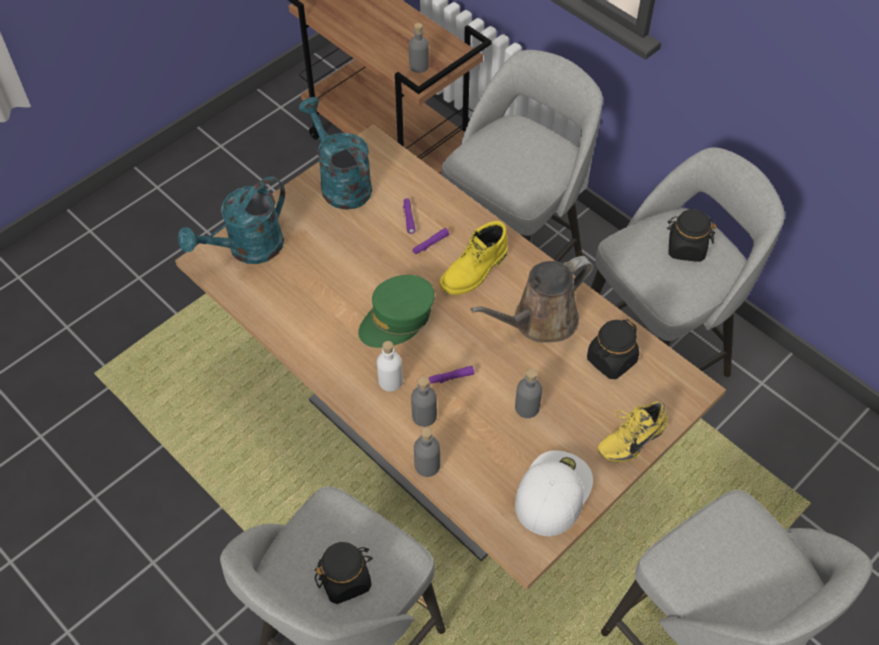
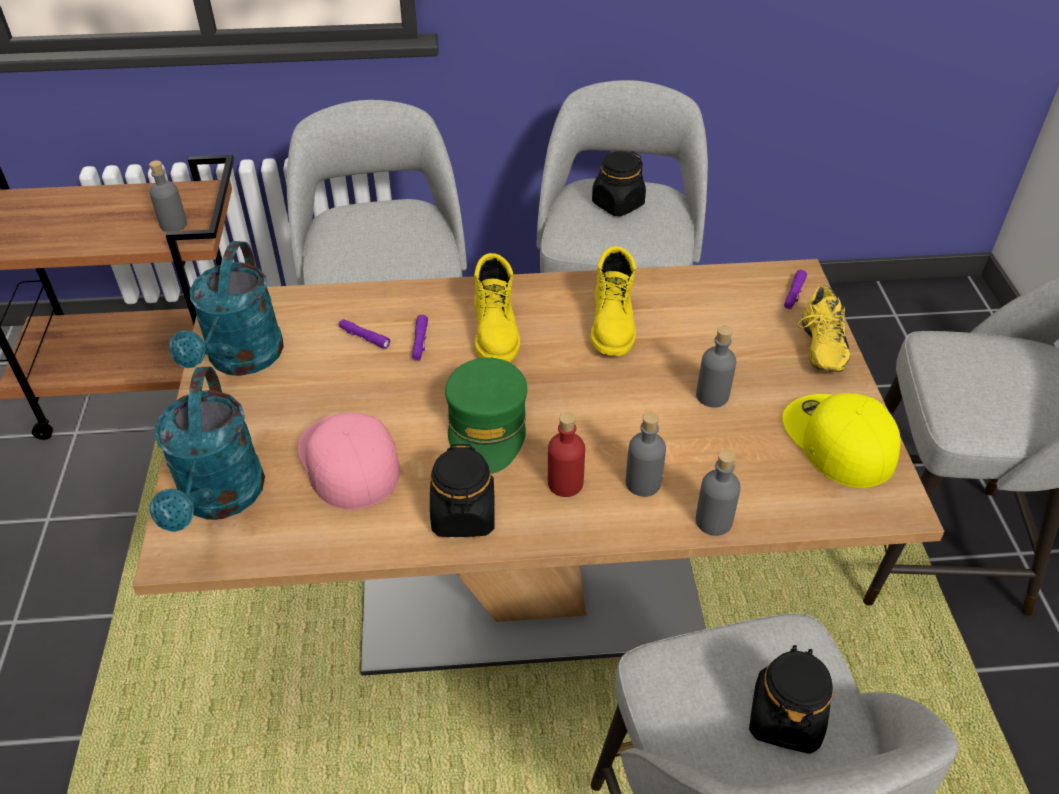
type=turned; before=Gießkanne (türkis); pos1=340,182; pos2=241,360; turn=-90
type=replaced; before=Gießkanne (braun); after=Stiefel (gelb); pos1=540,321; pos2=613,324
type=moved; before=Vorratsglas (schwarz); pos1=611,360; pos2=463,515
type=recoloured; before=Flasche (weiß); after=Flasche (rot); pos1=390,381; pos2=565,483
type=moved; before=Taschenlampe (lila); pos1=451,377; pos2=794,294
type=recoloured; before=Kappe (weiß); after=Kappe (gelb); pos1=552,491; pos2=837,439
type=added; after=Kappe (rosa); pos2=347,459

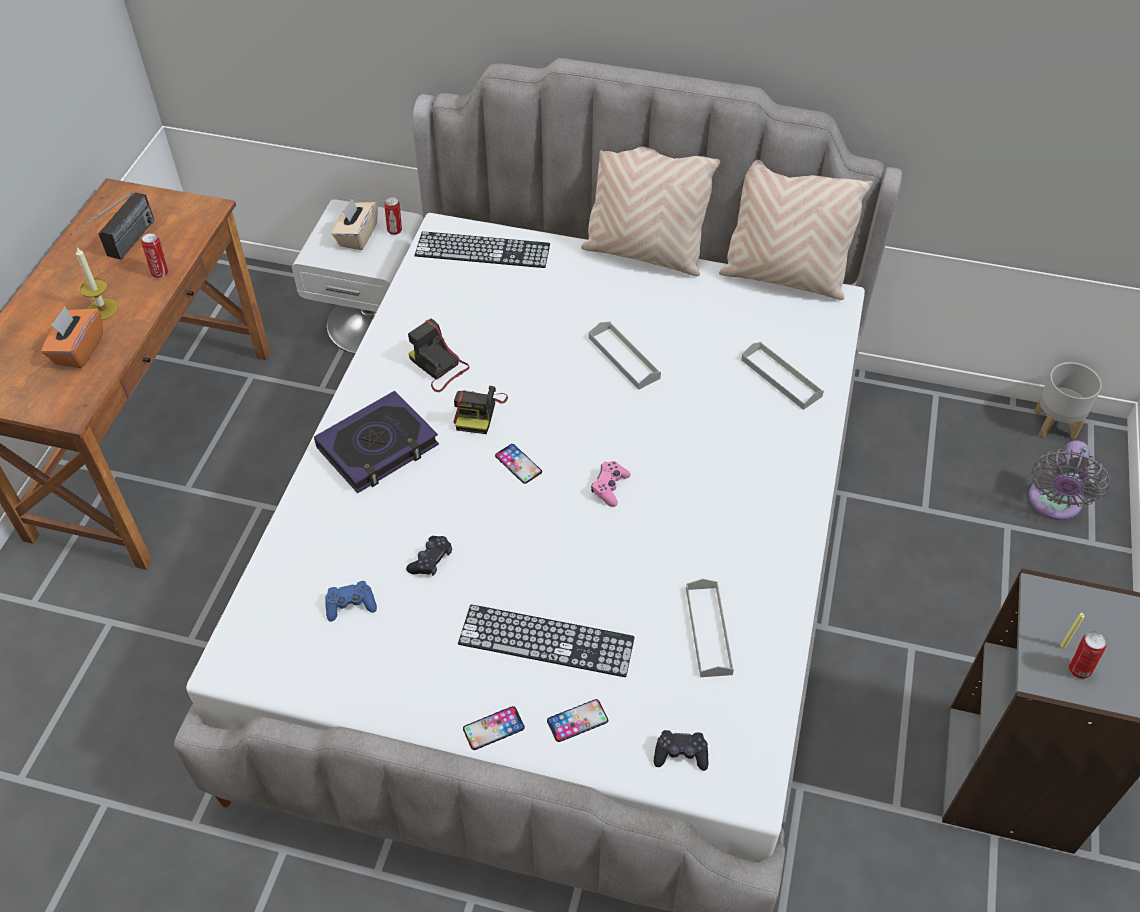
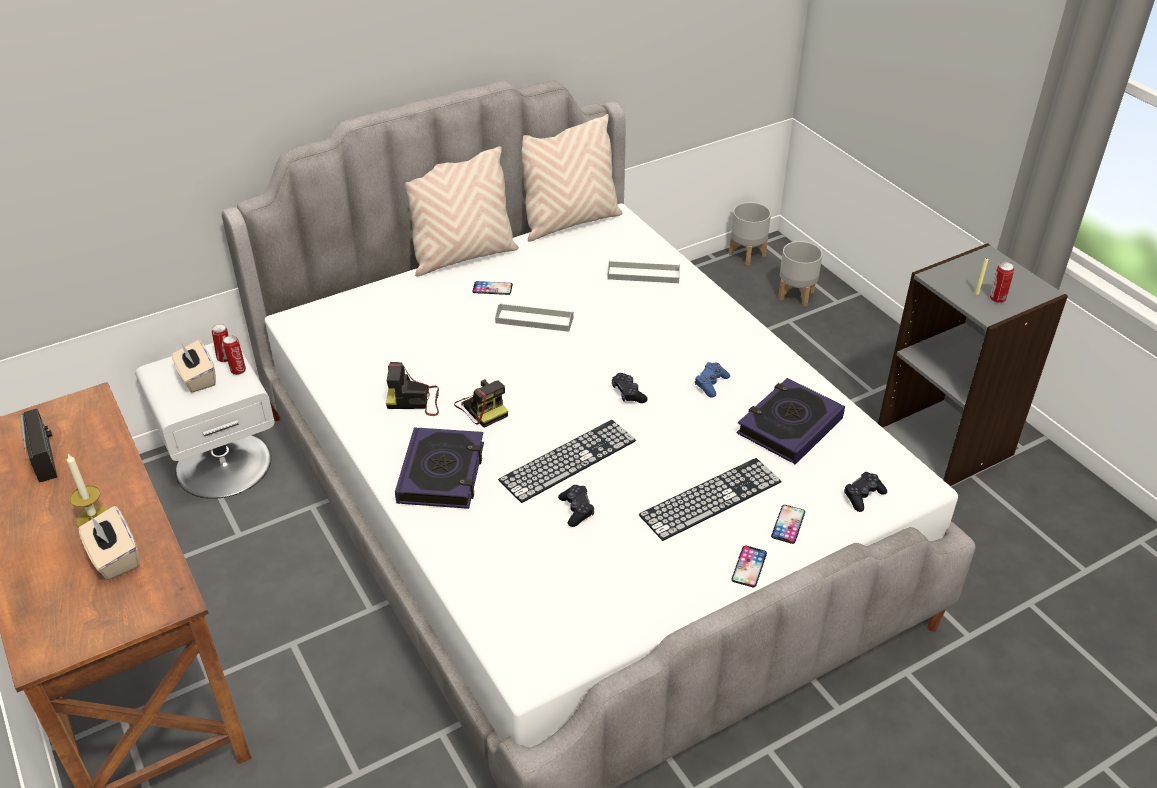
type=moved; before=Tastatur; pos1=482,250; pos2=568,460
type=moved; before=Dose; pos1=160,272; pos2=238,370
type=recoloured; before=Taschentuchbox (orange); after=Taschentuchbox (beige); pos1=78,350; pos2=114,558
type=replaced; before=Ventilator (grau); after=Pflanzkübel (grau); pos1=1053,504; pos2=796,295
type=moved; before=Handy; pos1=518,464; pos2=492,288
type=recoloured; before=Gamepad (rosa); after=Gamepad (schwarz); pos1=610,487; pos2=628,393
type=replaced; before=Tablett (grau); after=Buch; pos1=708,631; pos2=789,426
type=moved; before=Gamepad (blau); pos1=350,605; pos2=711,384

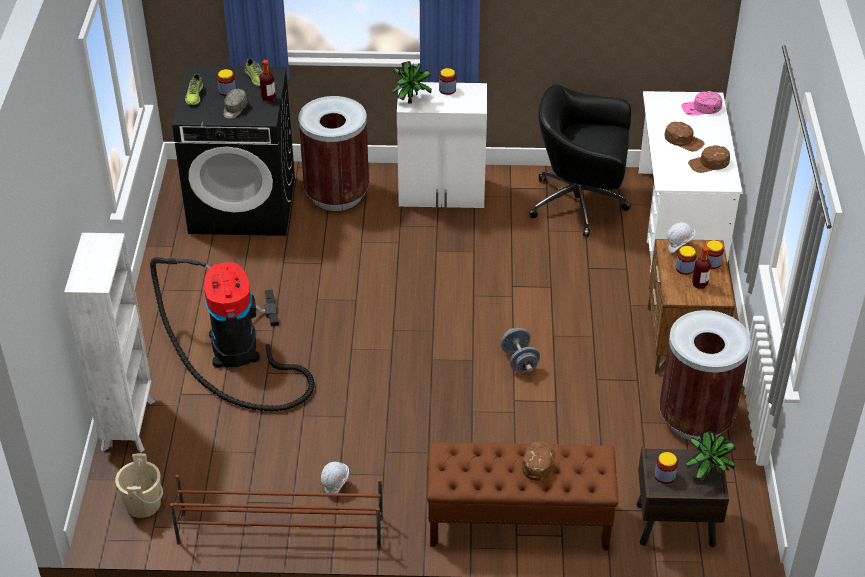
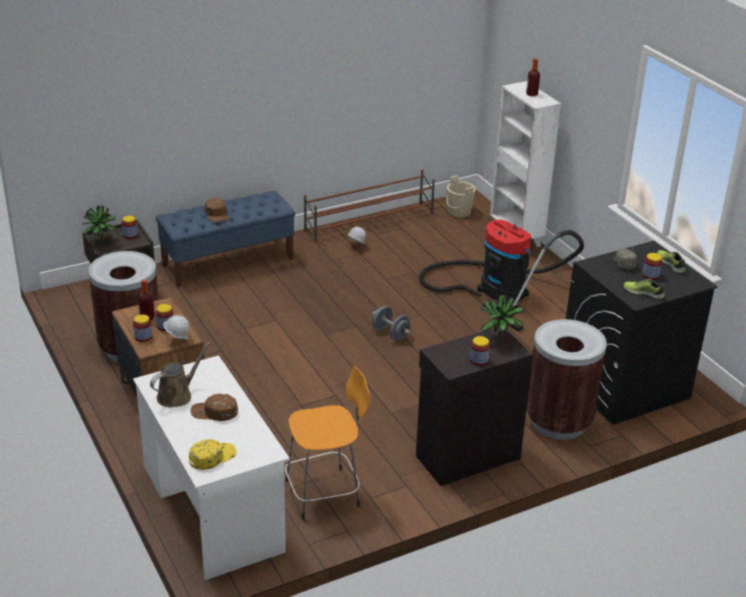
type=moved; before=Flasche; pos1=268,98; pos2=531,94
type=recoloured; before=Schrank (weiß); after=Schrank (schwarz); pos1=442,193; pos2=466,456
type=replaced; before=Bürostuhl (schwarz); after=Hocker (orange); pos1=580,204; pos2=325,493
type=recoloured; before=Kappe (rosa); after=Kappe (gelb); pos1=701,108; pos2=212,456
type=replaced; before=Kappe (braun); after=Gießkanne (braun); pos1=709,164; pos2=177,395
type=moved; before=Hantel (grau); pos1=519,361; pos2=390,333
type=recoloured; before=Bank (braun); after=Bank (blau); pos1=518,522; pos2=228,262

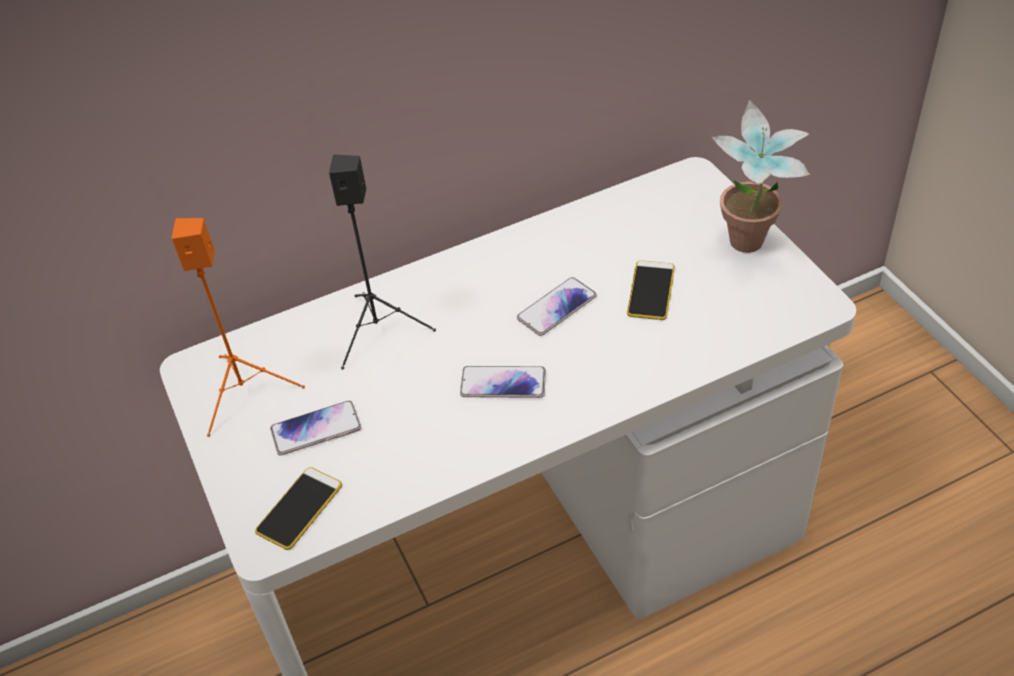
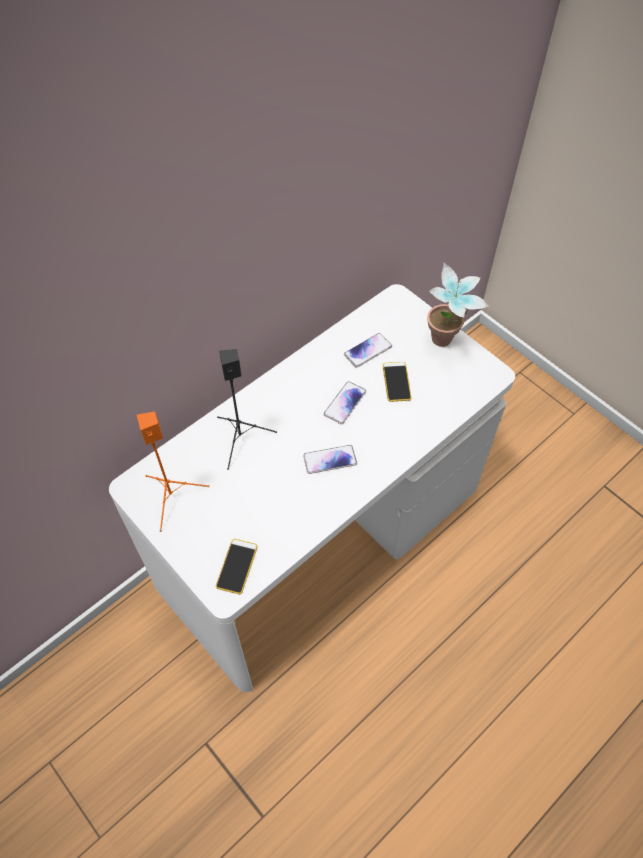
type=moved; before=Handy; pos1=316,429; pos2=368,351

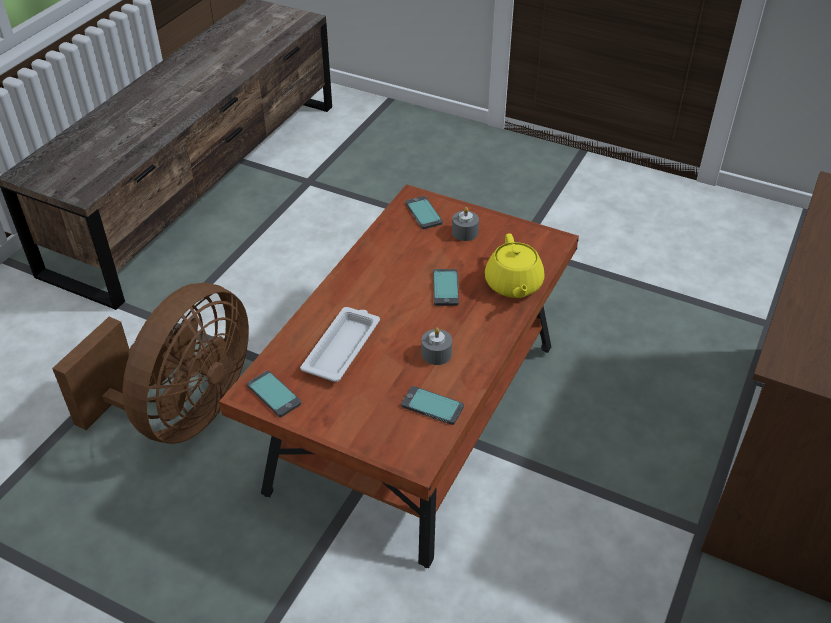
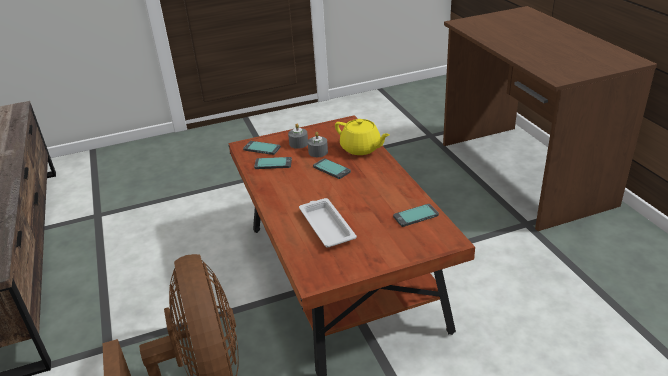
type=moved; before=Kerze (grau); pos1=436,354; pos2=318,152
type=moved; before=Handy; pos1=274,394; pos2=273,164

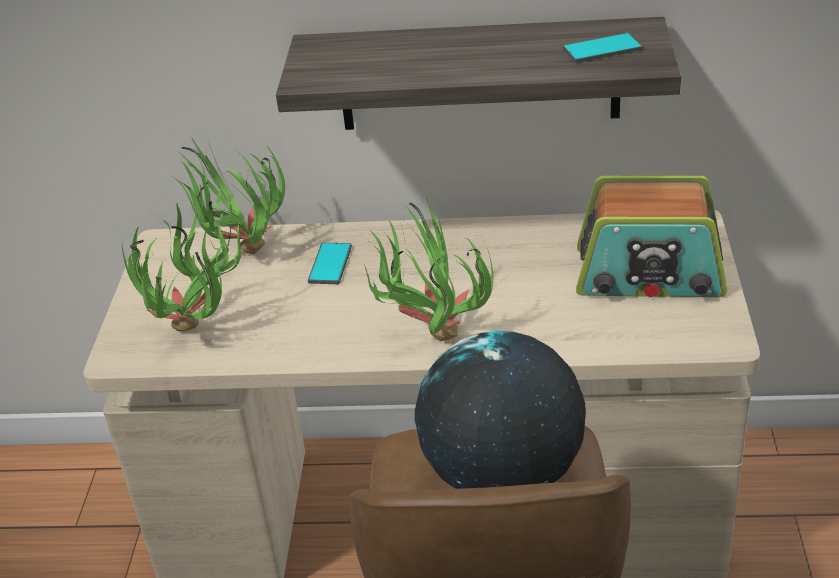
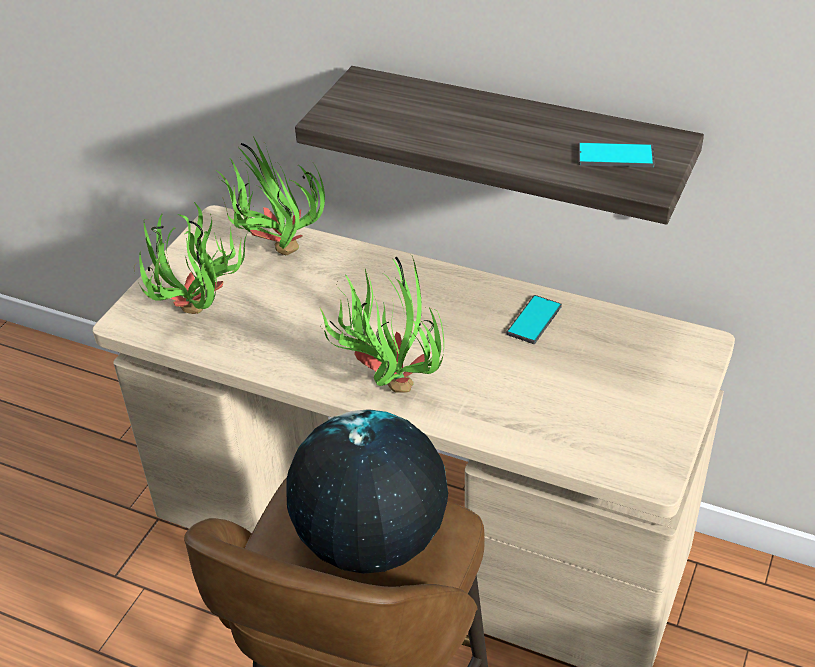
type=removed; before=Radio; pos1=649,274
type=moved; before=Handy; pos1=330,264; pos2=534,320

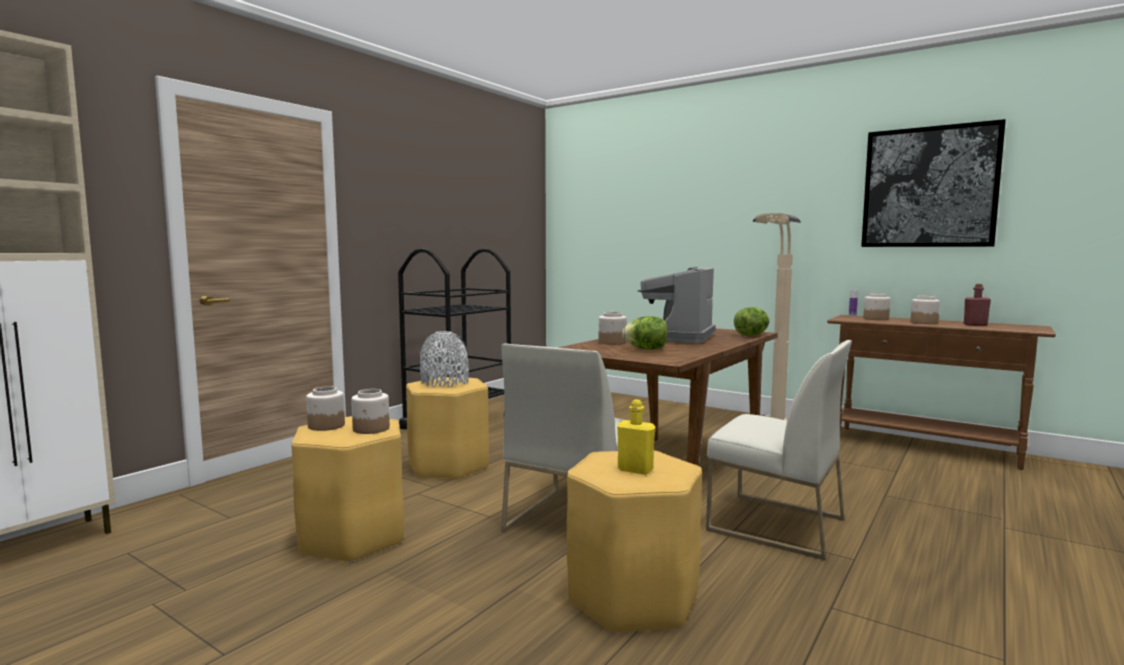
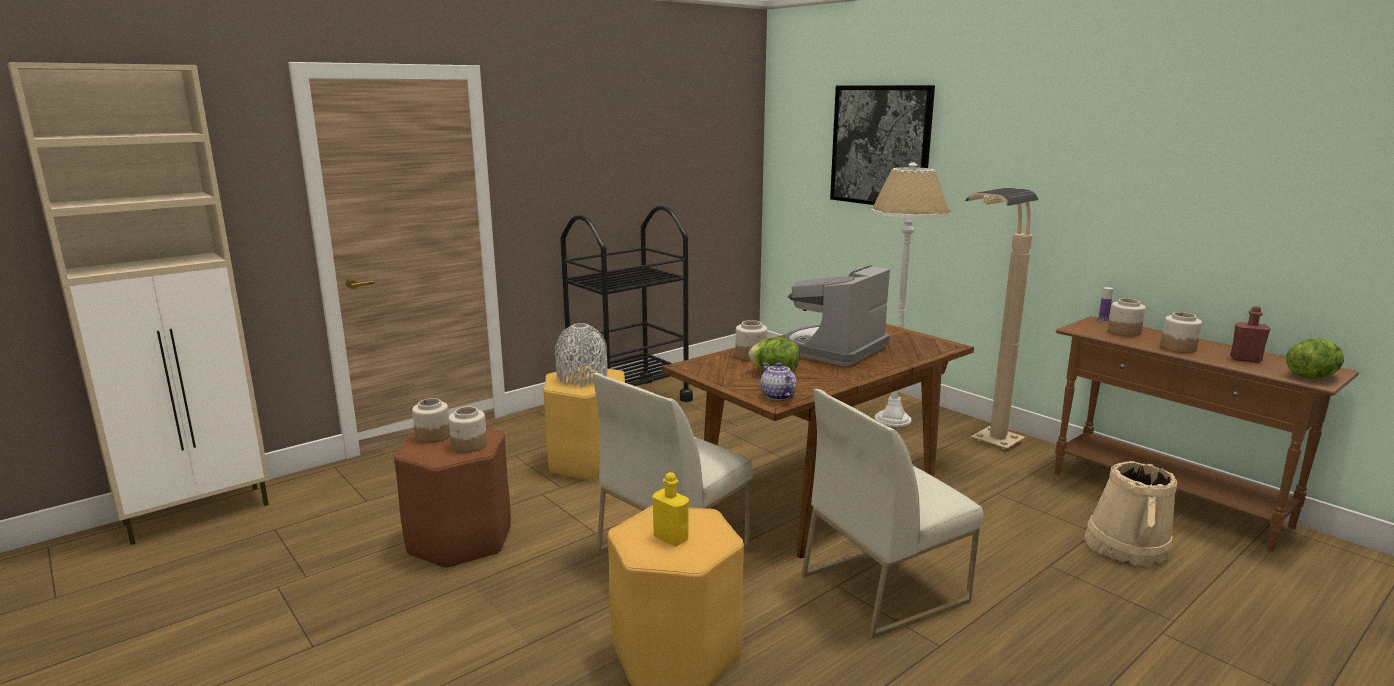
type=moved; before=Bild; pos1=929,187; pos2=880,146
type=moved; before=Salatkopf; pos1=751,335; pos2=1312,377
type=turned; before=Stuhl (weiß); pos1=775,525; pos2=884,587; turn=105
type=recoloured; before=Hocker (gelb); after=Hocker (braun); pos1=353,537; pos2=460,540
type=added; after=Stehlampe (weiß); pos2=893,419
type=added; after=Teekanne; pos2=776,396
type=added; after=Eimer (beige); pos2=1126,546

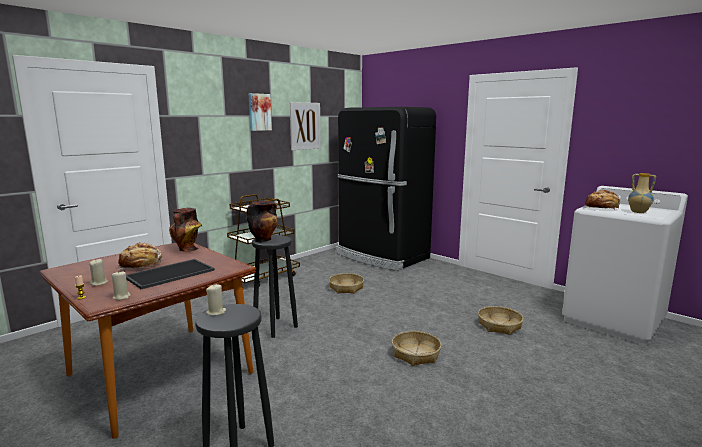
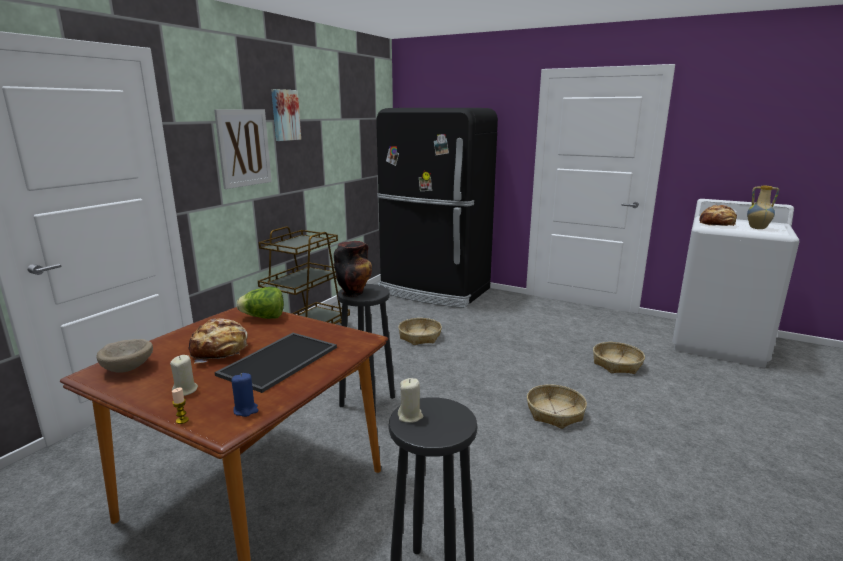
type=moved; before=Bild; pos1=305,126; pos2=243,148
type=replaced; before=Vase; after=Salatkopf; pos1=187,249; pos2=263,317
type=recoloured; before=Kerze (beige); after=Kerze (blau); pos1=122,297; pos2=246,410
type=added; after=Schüssel (beige); pos2=129,368

